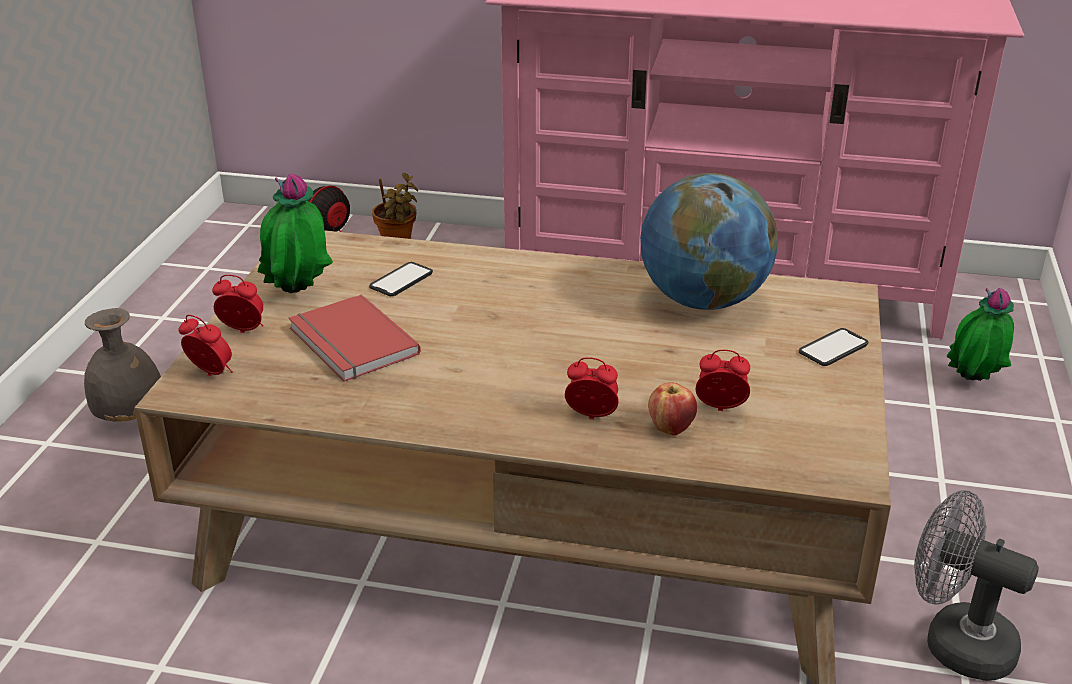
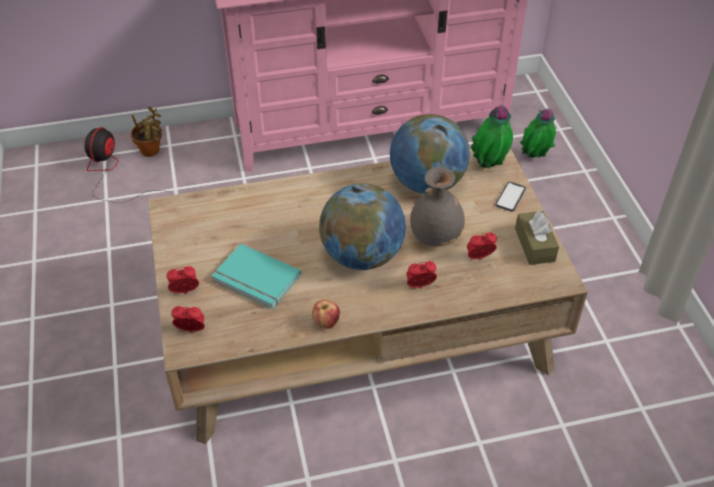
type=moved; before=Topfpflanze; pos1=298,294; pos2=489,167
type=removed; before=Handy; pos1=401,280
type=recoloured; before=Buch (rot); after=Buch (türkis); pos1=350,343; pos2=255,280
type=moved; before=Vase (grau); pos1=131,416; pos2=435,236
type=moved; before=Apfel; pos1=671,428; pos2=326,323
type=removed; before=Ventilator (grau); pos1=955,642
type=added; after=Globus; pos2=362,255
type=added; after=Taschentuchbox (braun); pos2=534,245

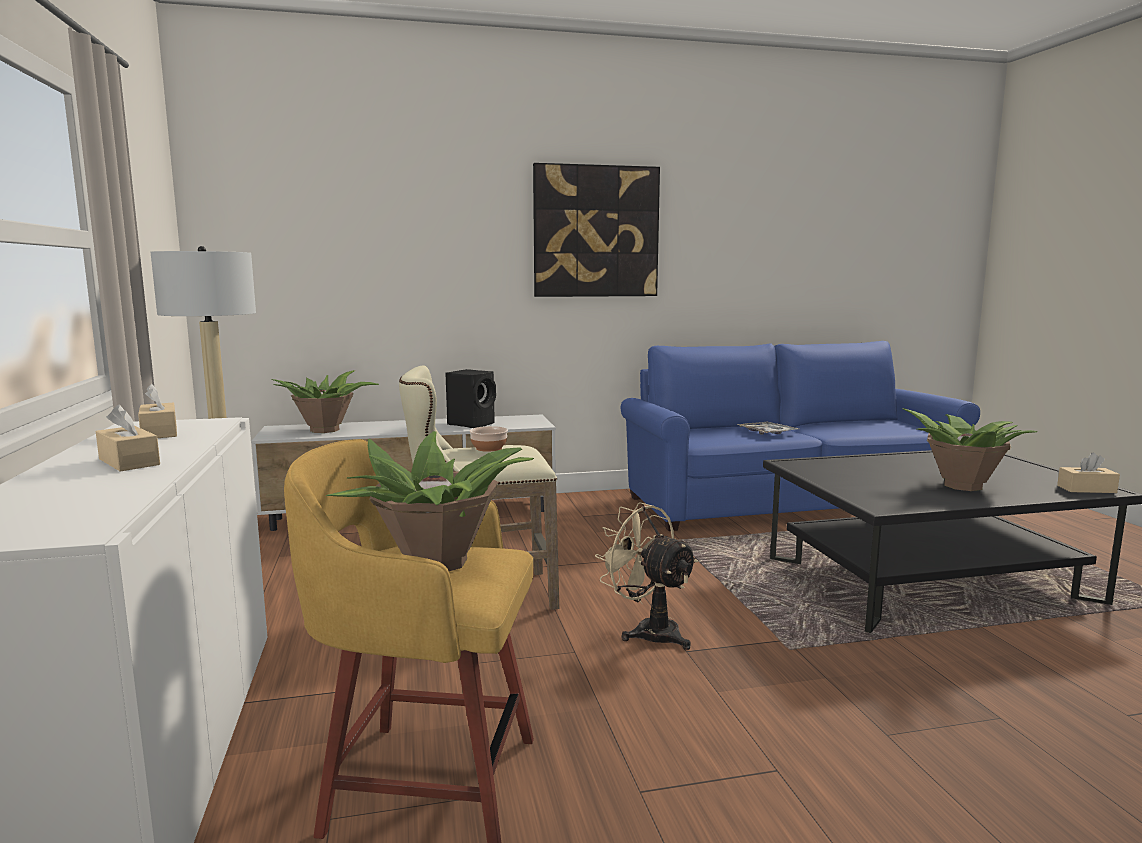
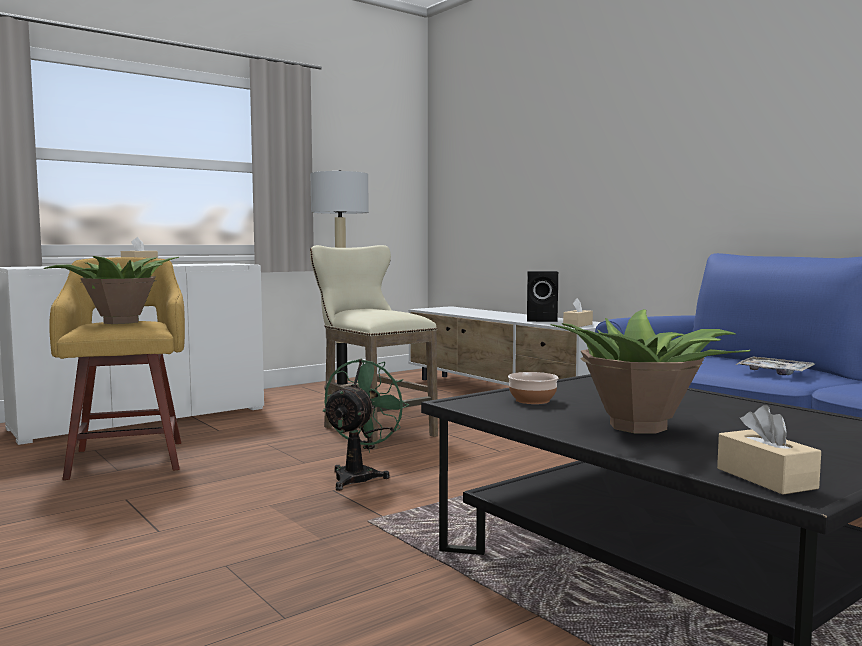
type=removed; before=Bild; pos1=596,232
type=removed; before=Topfpflanze; pos1=326,430
type=moved; before=Taschentuchbox (beige); pos1=159,432; pos2=577,325
type=moved; before=Schüssel; pos1=489,448; pos2=532,400
type=recoloured; before=Ventilator (beige); after=Ventilator (grün); pos1=648,631; pos2=359,476

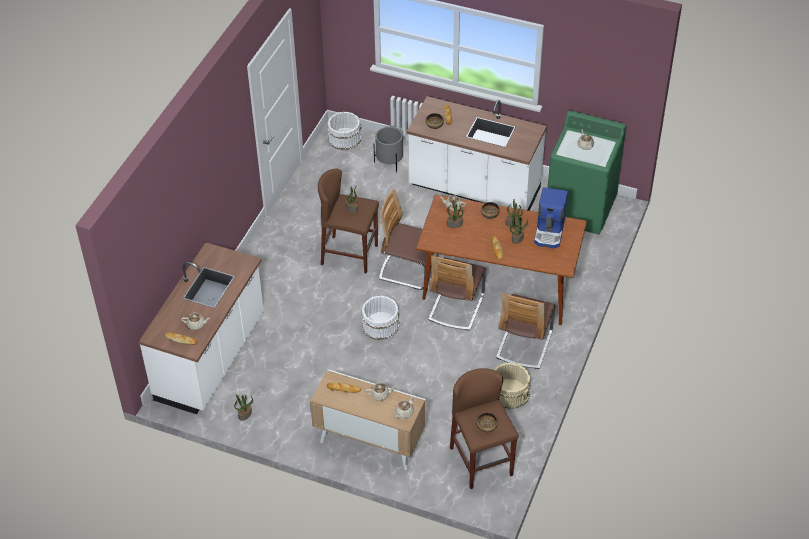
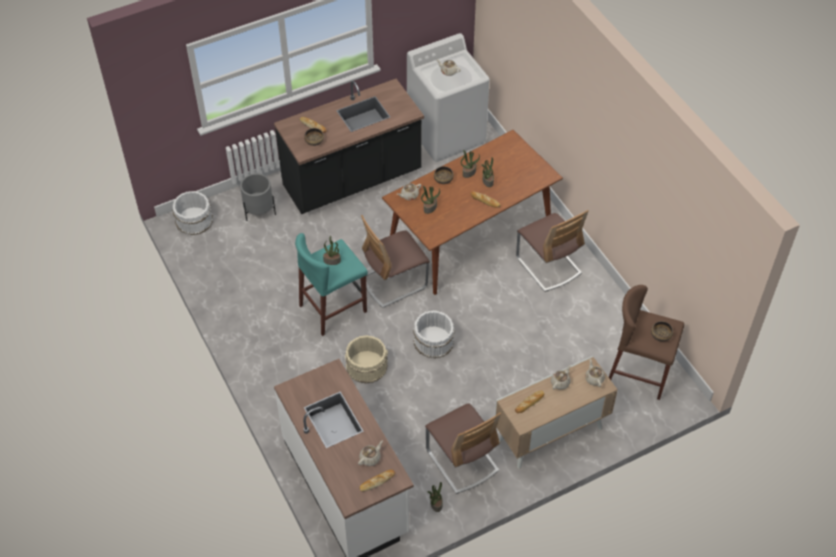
type=recoloured; before=Küchenzeile (weiß); after=Küchenzeile (schwarz); pos1=474,189; pos2=352,180
type=recoloured; before=Waschmaschine (grün); after=Waschmaschine (weiß); pos1=581,209; pos2=446,134
type=recoloured; before=Hocker (braun); after=Hocker (türkis); pos1=349,255; pos2=333,308
type=removed; before=Kaffeemaschine; pos1=550,231
type=moved; before=Stuhl; pos1=456,307; pos2=462,460
type=moved; before=Eimer (beige); pos1=510,392; pos2=366,365

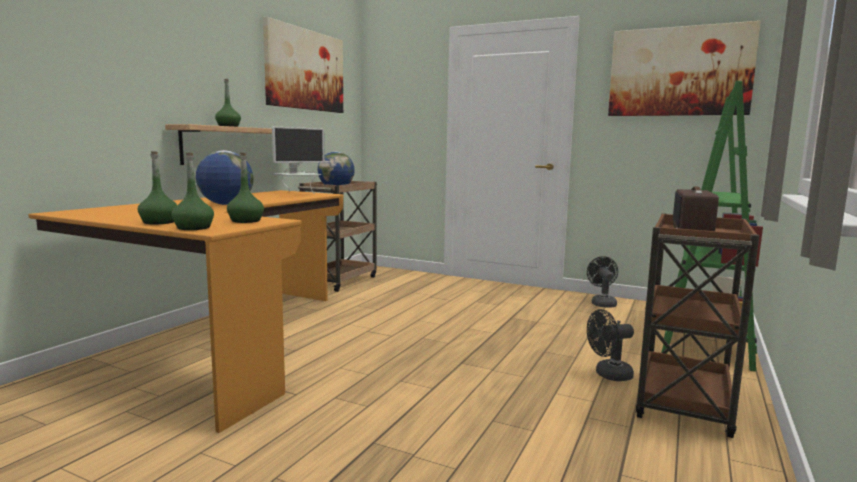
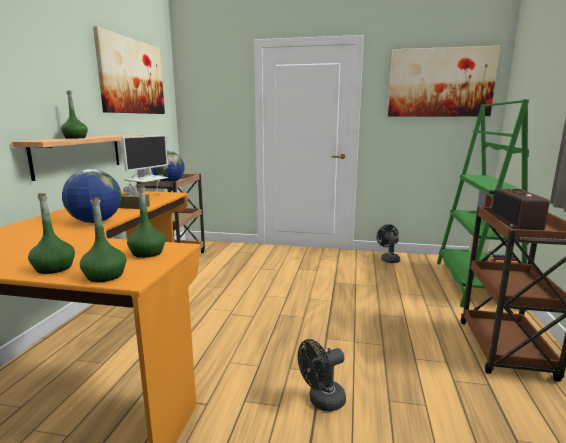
type=moved; before=Ventilator (schwarz); pos1=608,375; pos2=322,401
type=added; after=Taschentuchbox (braun); pos2=133,207

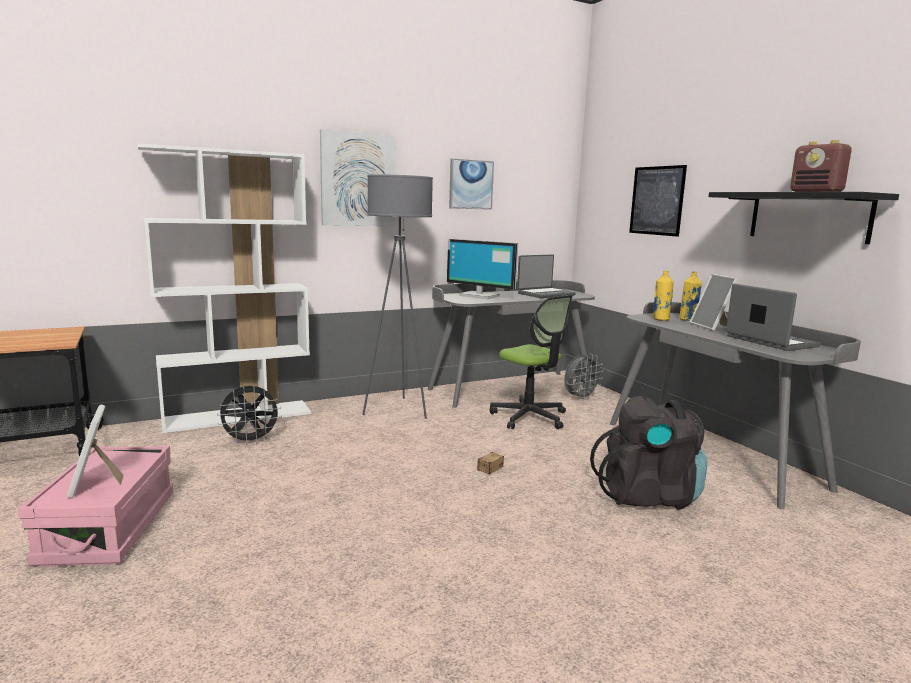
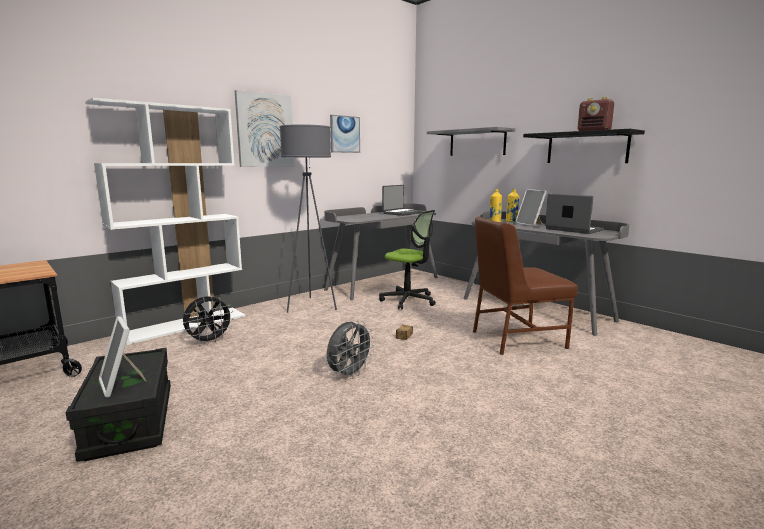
type=replaced; before=Bild; after=Wandregal (grau); pos1=657,200; pos2=477,143
type=removed; before=Monitor; pos1=480,296
type=moved; before=Ventilator (grau); pos1=580,398; pos2=349,374
type=replaced; before=Rucksack (schwarz); after=Stuhl (braun); pos1=648,495; pos2=516,339
type=recoloured; before=Aufbewahrungsbox (rosa); after=Aufbewahrungsbox (schwarz); pos1=109,528; pos2=130,421

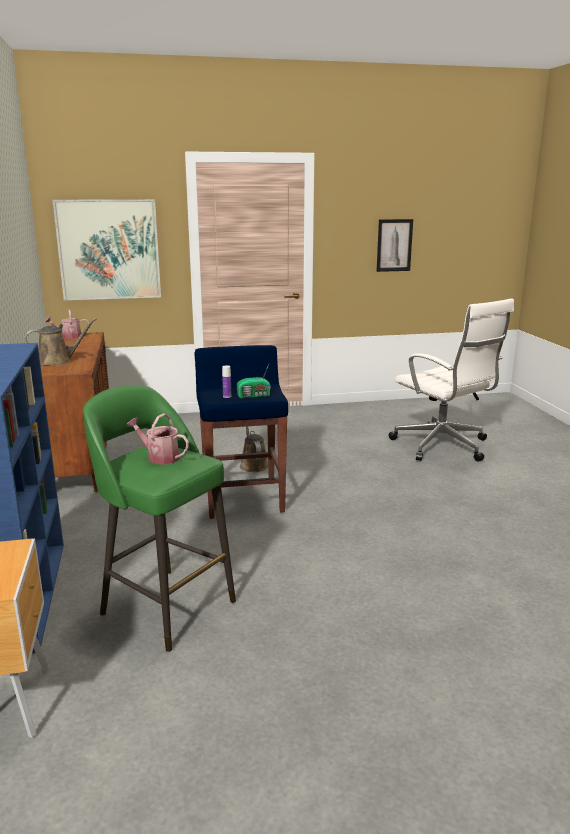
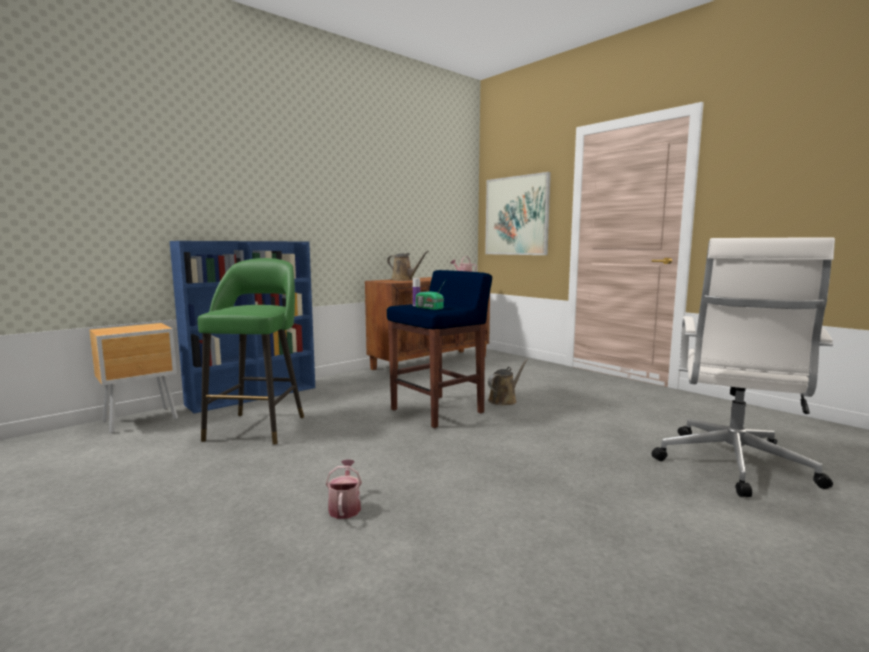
type=removed; before=Bild; pos1=394,245
type=moved; before=Gießkanne; pos1=159,457; pos2=345,507

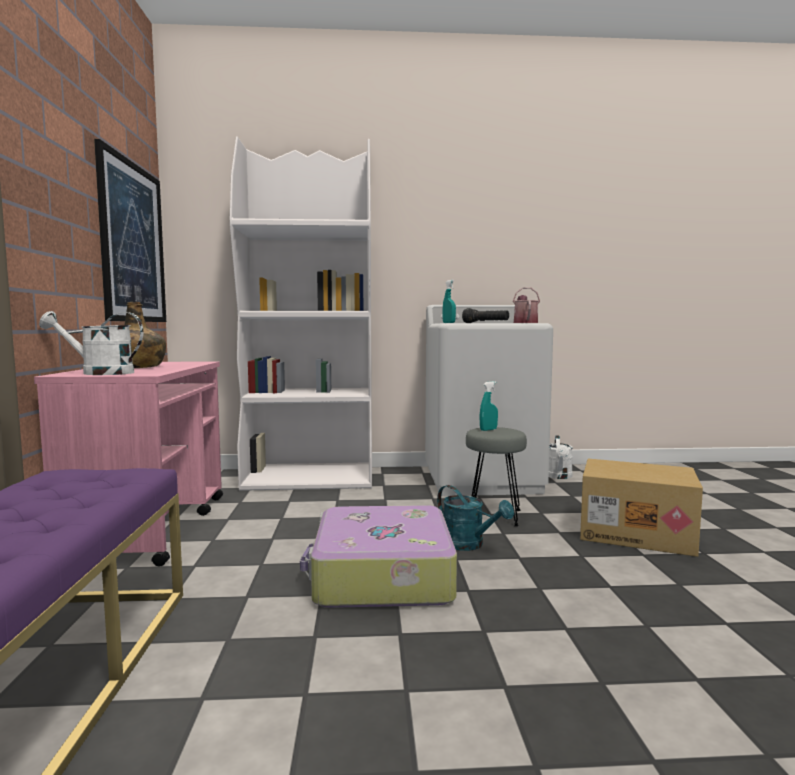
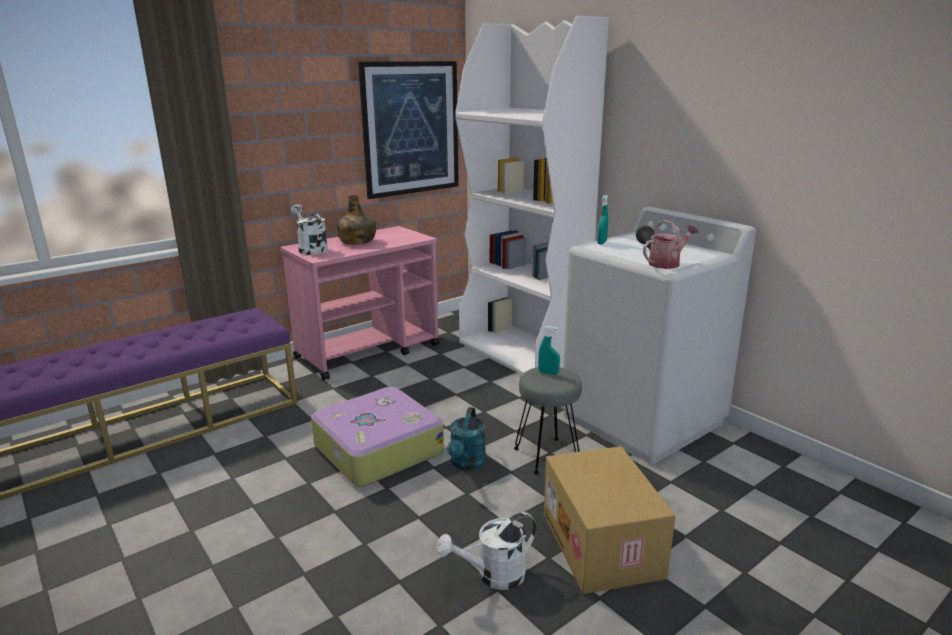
type=moved; before=Gießkanne (weiß); pos1=559,476; pos2=493,576

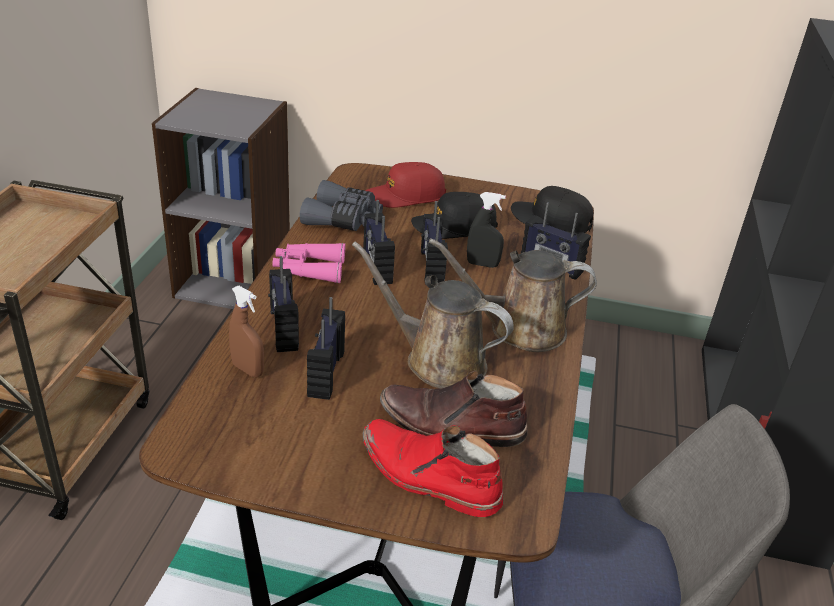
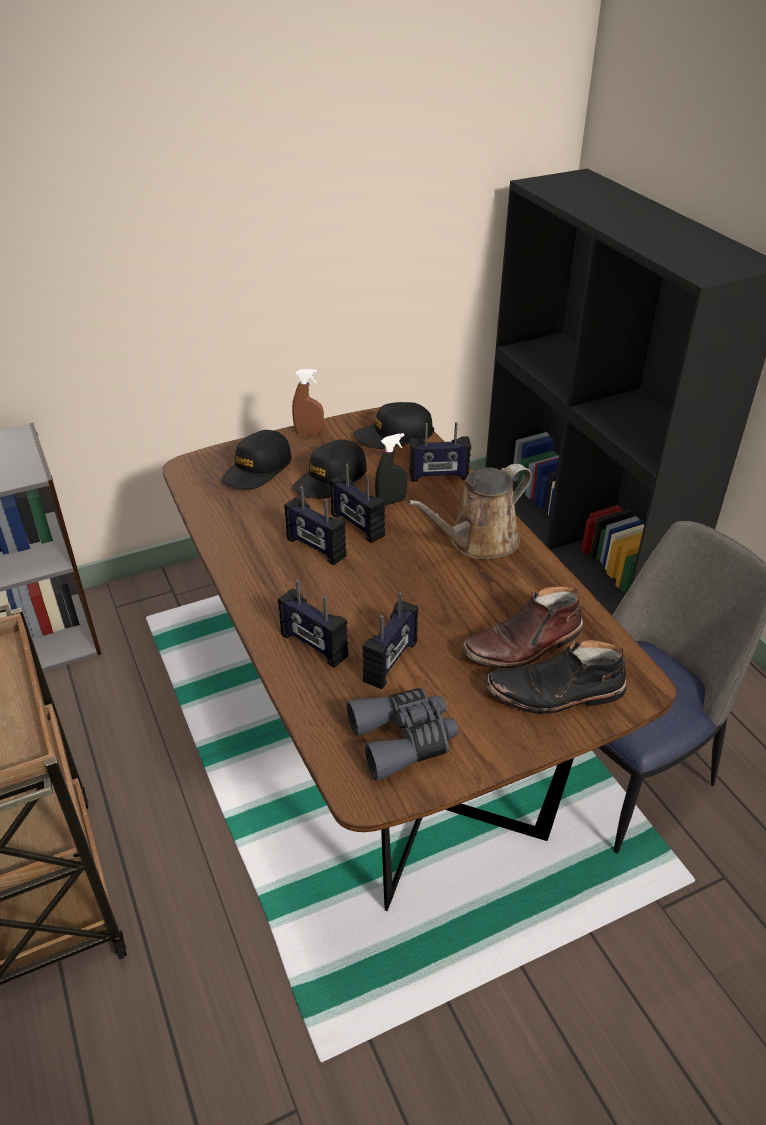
type=recoloured; before=Kappe (rot); after=Kappe (schwarz); pos1=405,196; pos2=257,469
type=moved; before=Fernglas (grau); pos1=343,219; pos2=404,739
type=removed; before=Gießkanne (braun); pos1=438,360
type=removed; before=Fernglas (rosa); pos1=308,269
type=moved; before=Sprühflasche (braun); pos1=247,369; pos2=309,432
type=turned; before=Radio; pos1=325,373; pos2=391,662; turn=-120
type=recoloured; before=Stiefel (rot); after=Stiefel (schwarz); pos1=428,477; pos2=554,693

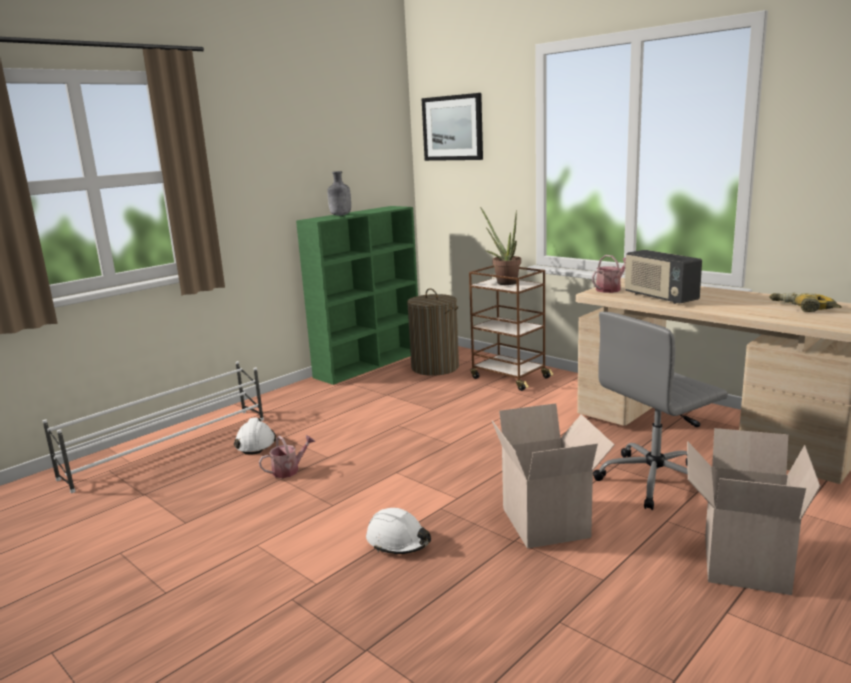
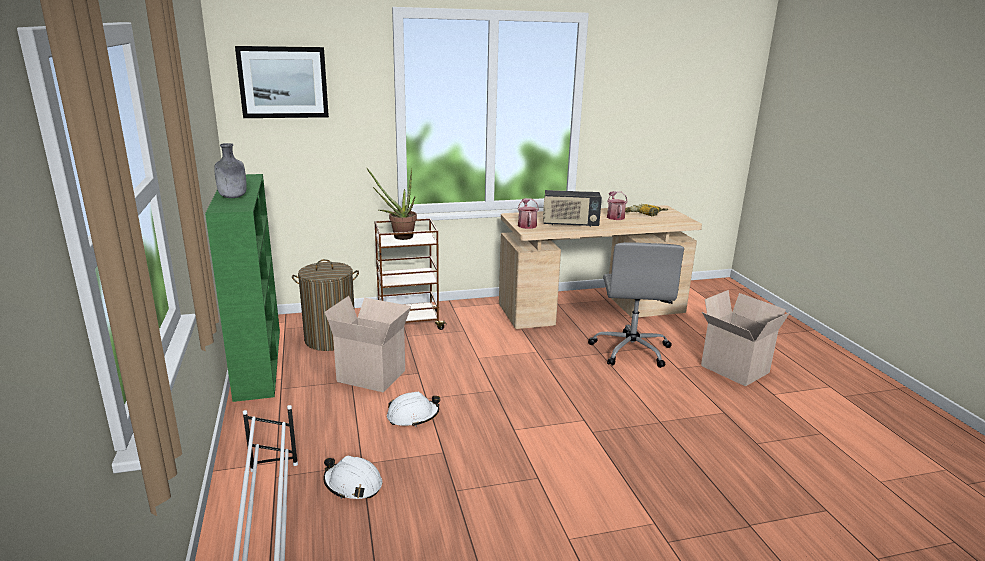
type=moved; before=Karton; pos1=548,523; pos2=373,375
type=moved; before=Gießkanne; pos1=289,470; pos2=615,216
type=moved; before=Schutzhelm (weiß); pos1=398,541; pos2=413,416

